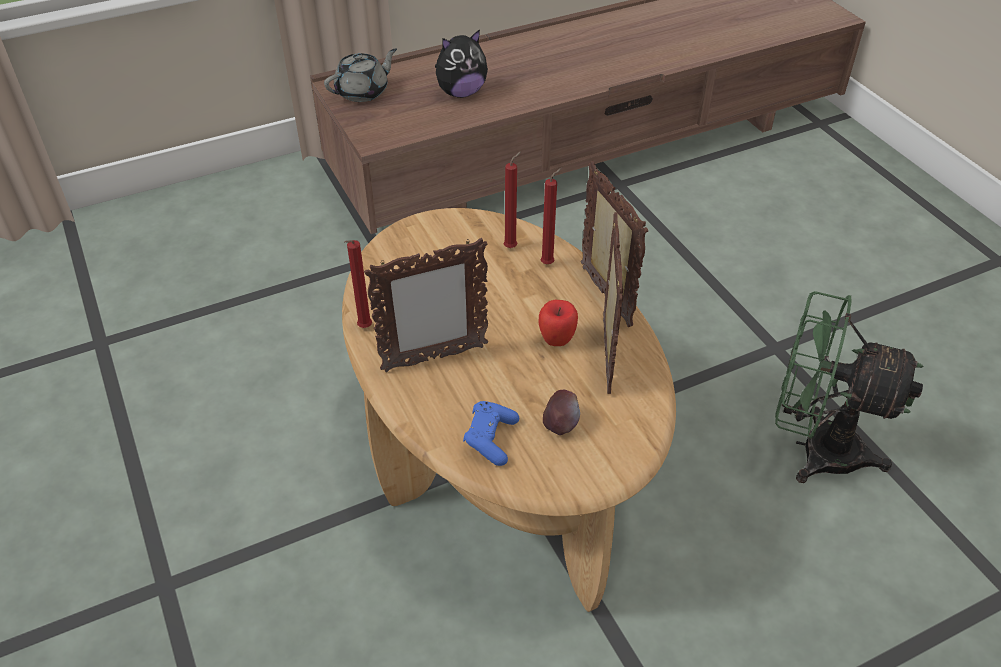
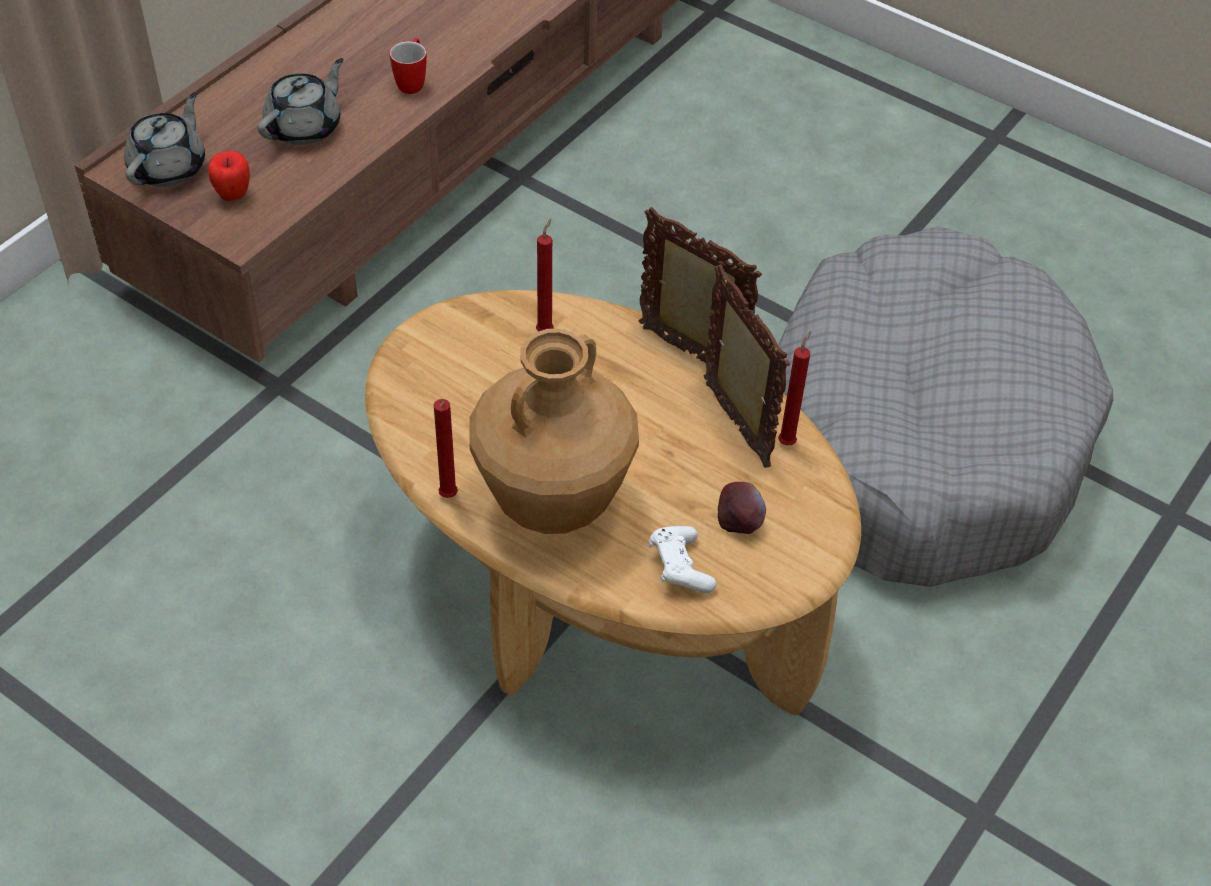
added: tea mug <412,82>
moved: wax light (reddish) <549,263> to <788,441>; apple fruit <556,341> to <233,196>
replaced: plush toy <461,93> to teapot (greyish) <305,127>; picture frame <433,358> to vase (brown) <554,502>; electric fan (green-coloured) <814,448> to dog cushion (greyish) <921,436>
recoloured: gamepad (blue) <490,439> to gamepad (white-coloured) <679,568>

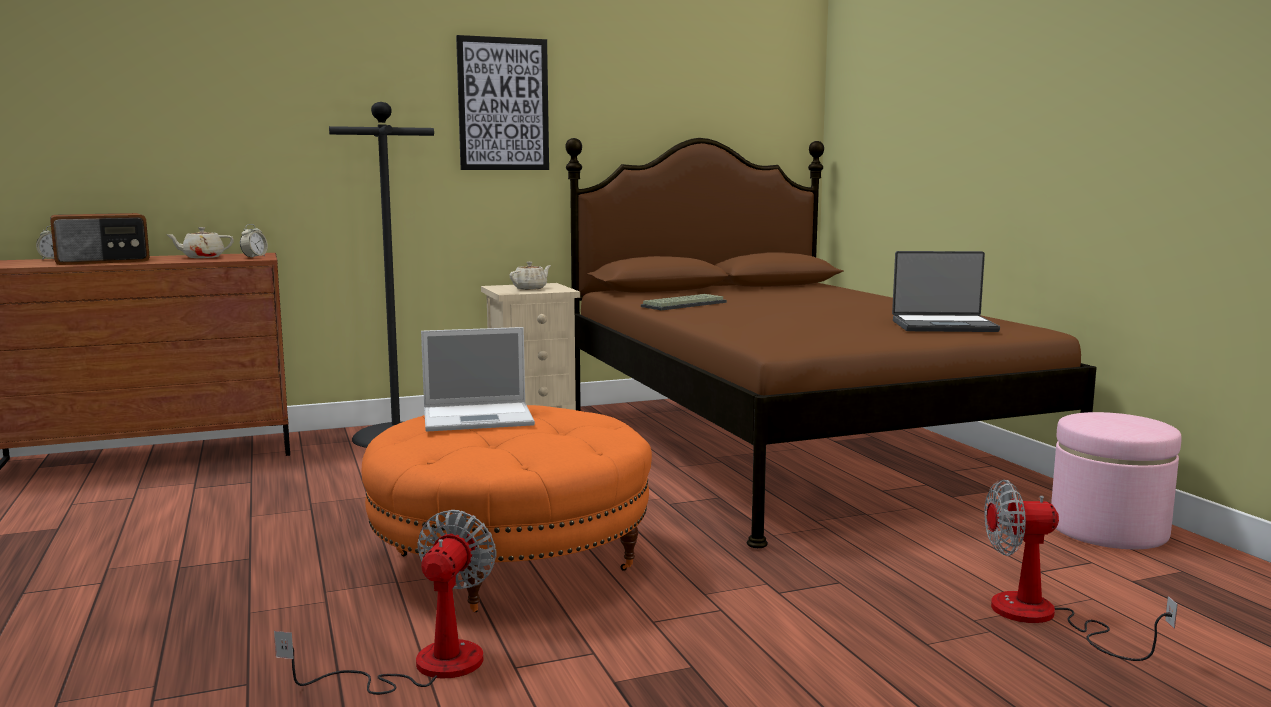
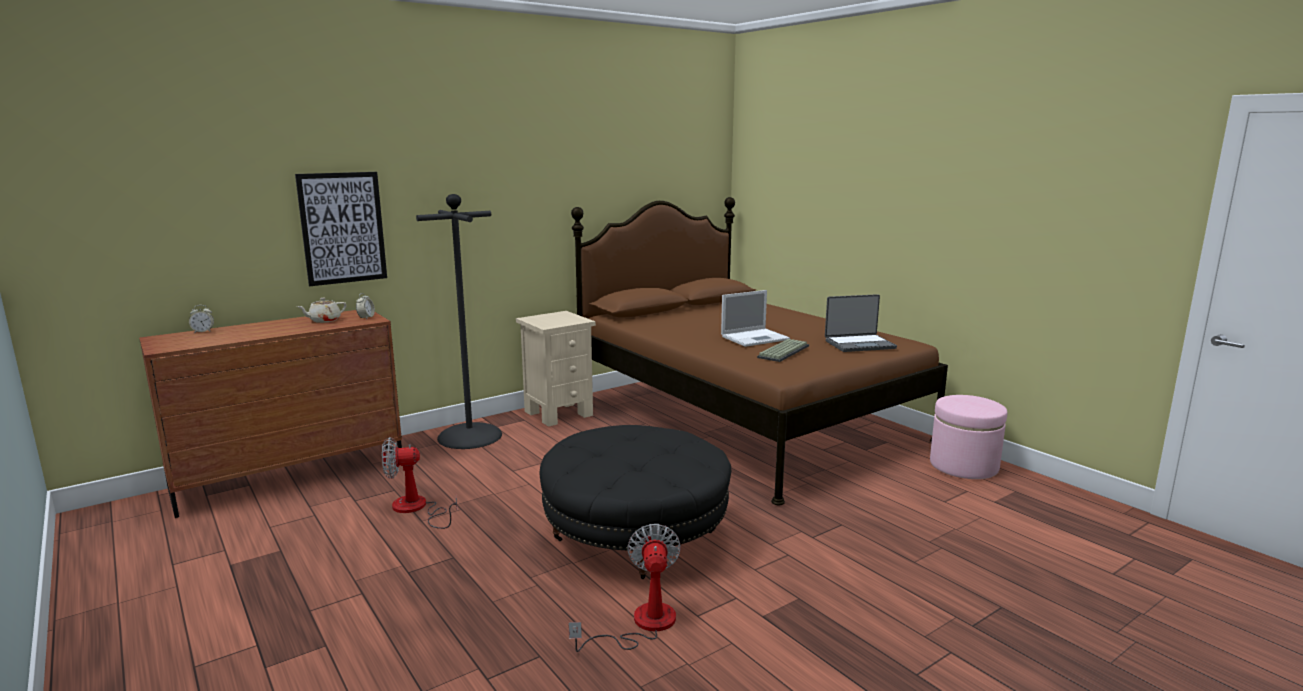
removed: radio set <103,261>; teapot (beige) <530,288>
moved: wall picture <503,104> to <342,228>; keyboard <684,304> to <783,351>; notebook computer <480,417> to <755,338>; electric fan <1044,618> to <416,509>
recoloured: pouffe (orangey) <511,563> to pouffe (black) <635,537>

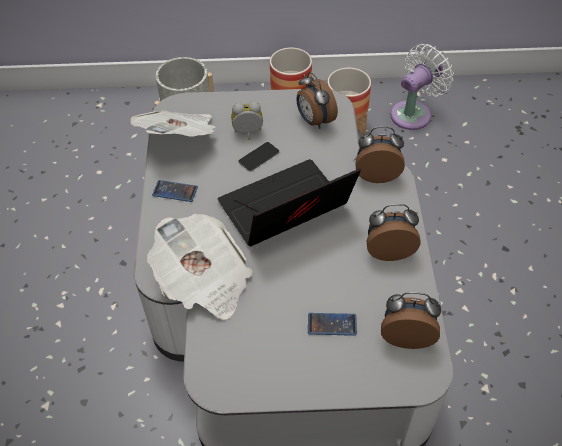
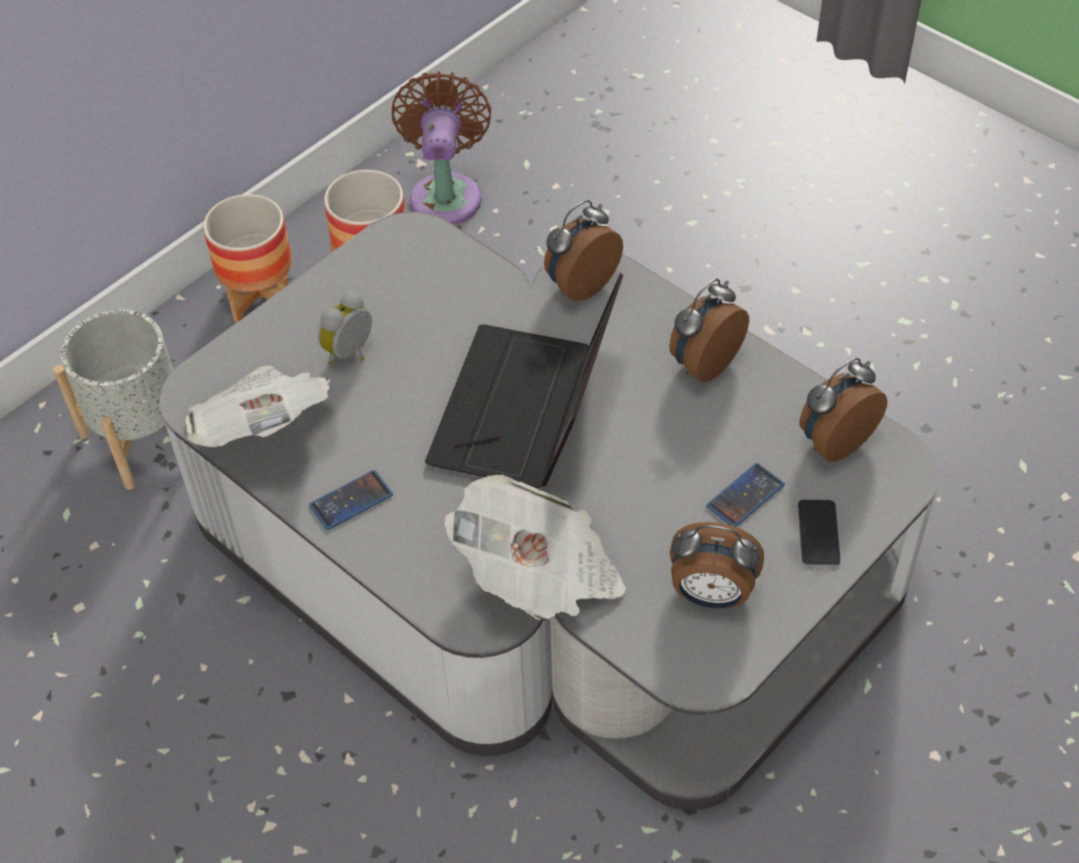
moved: bedside clock <314,121> to <711,595>; telephone <259,157> to <818,533>
recoloured: electric fan (white-coloured) <413,113> to electric fan (brown) <446,193>

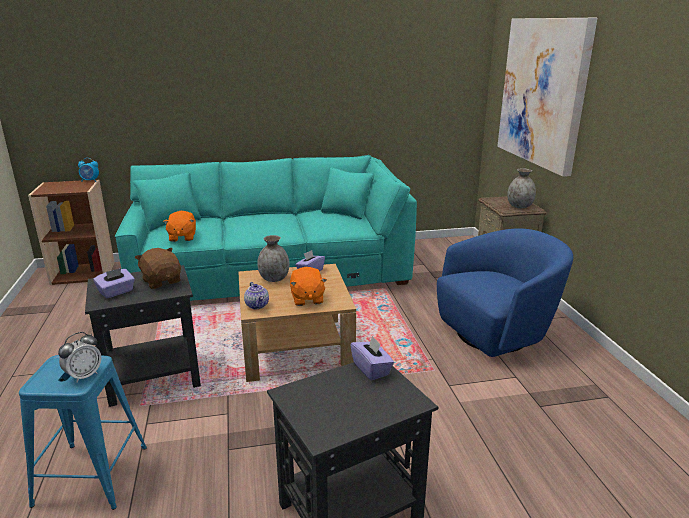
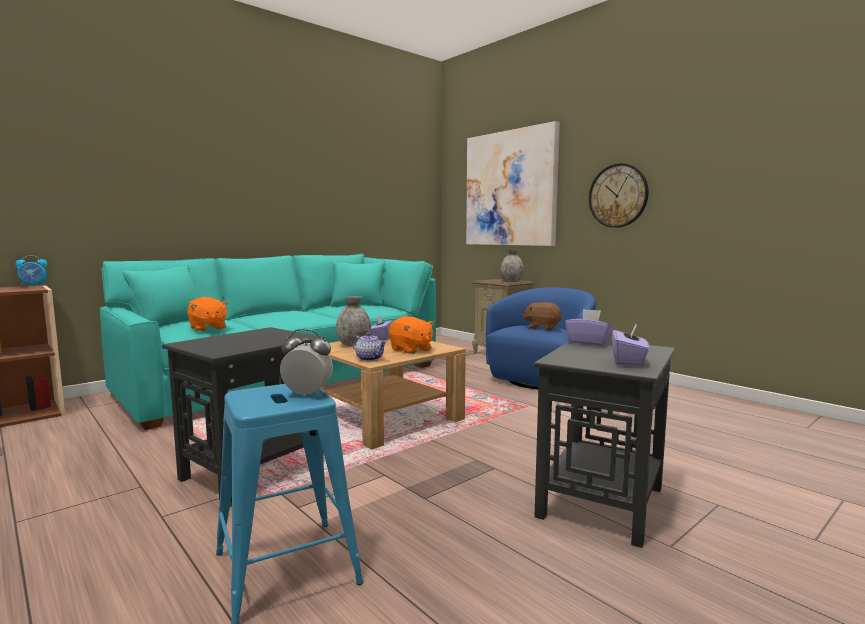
added: hanging clock <618,196>
moved: plush toy (brown) <162,281> to <542,328>; tissue holder (purple-coloured) <116,292> to <628,362>
turned: bedside clock <84,376> = <307,394> 90 degrees counterclockwise

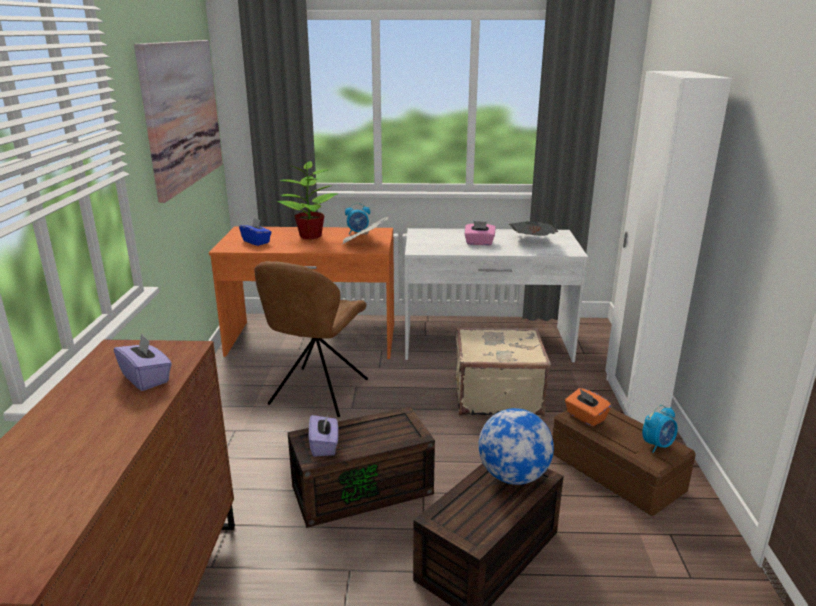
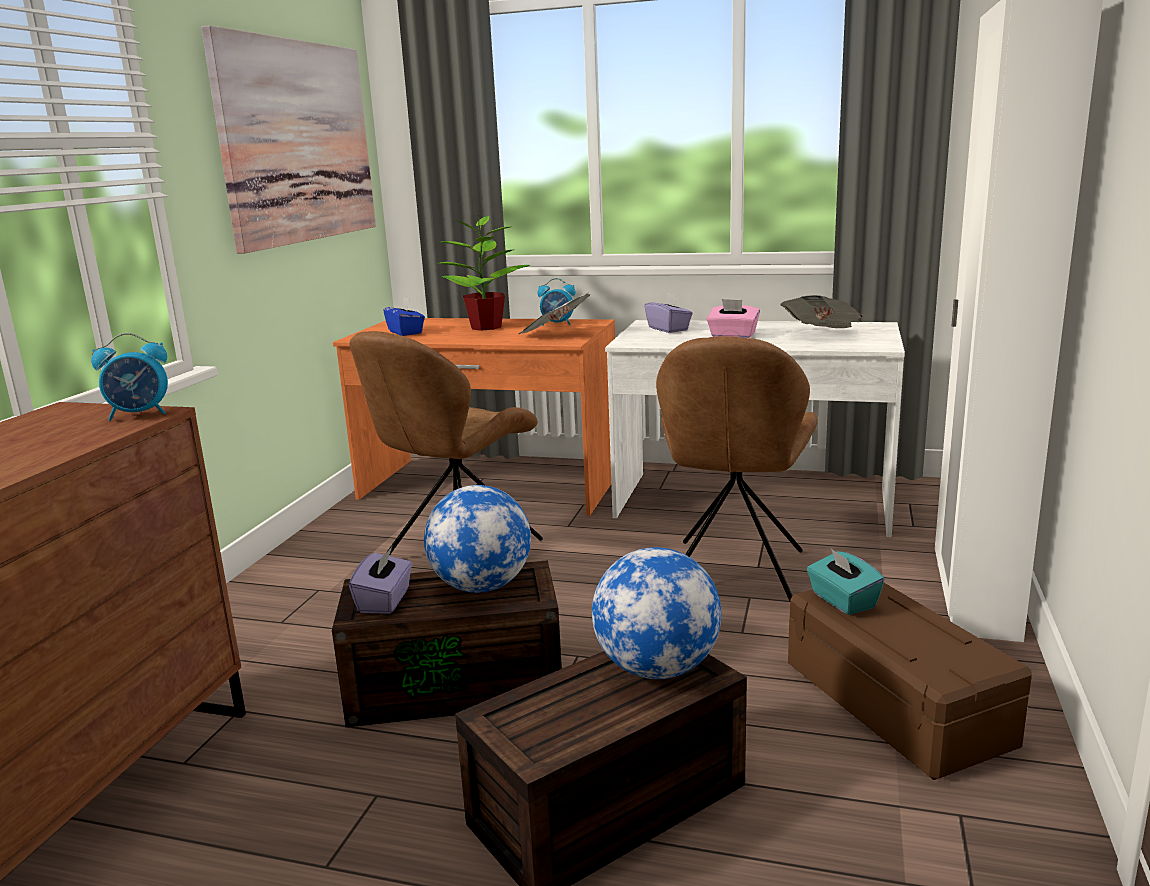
added: desk globe <481,586>
moved: tissue holder (purple-coloured) <146,378> to <668,329>; bedside clock <657,445> to <140,415>
replaced: piece of luggage (beige) <496,396> to chair (brown) <734,576>
recoloured: tissue holder (orangey) <585,417> to tissue holder (turquoise-coloured) <842,601>

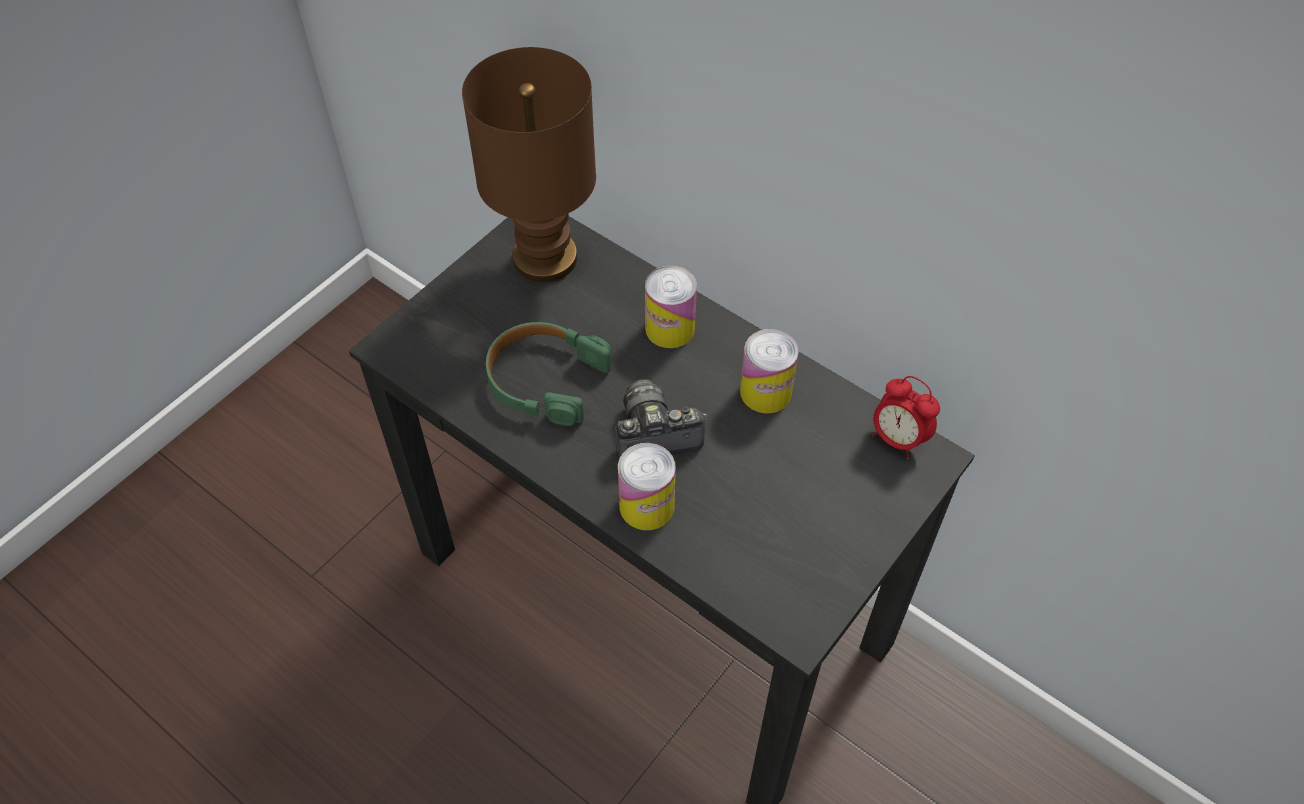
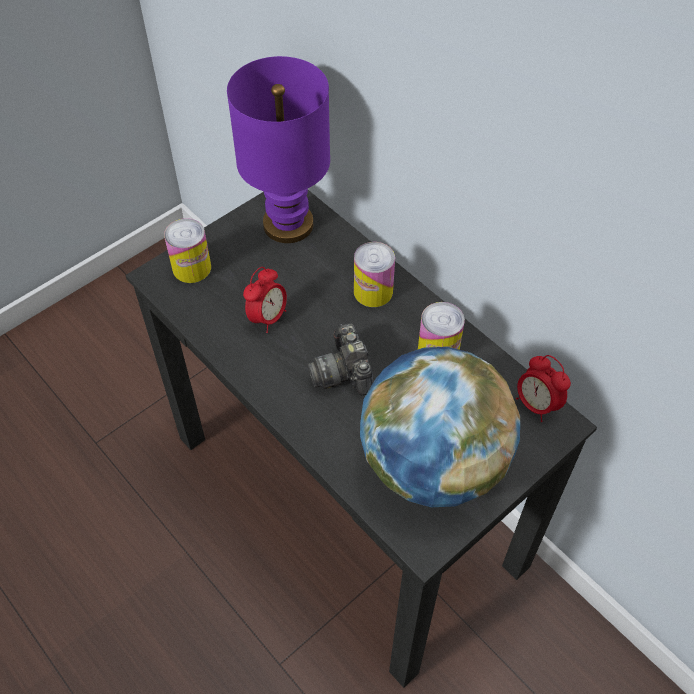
added: desk globe <432,464>
moved: sealed can <646,506> to <192,268>
replaced: headset (green-coloured) <545,379> to bedside clock <268,318>
recoloured: lamp for a table (brown) <543,258> to lamp for a table (purple-coloured) <287,224>
turned: still camera <655,434> = <343,372> 105 degrees counterclockwise

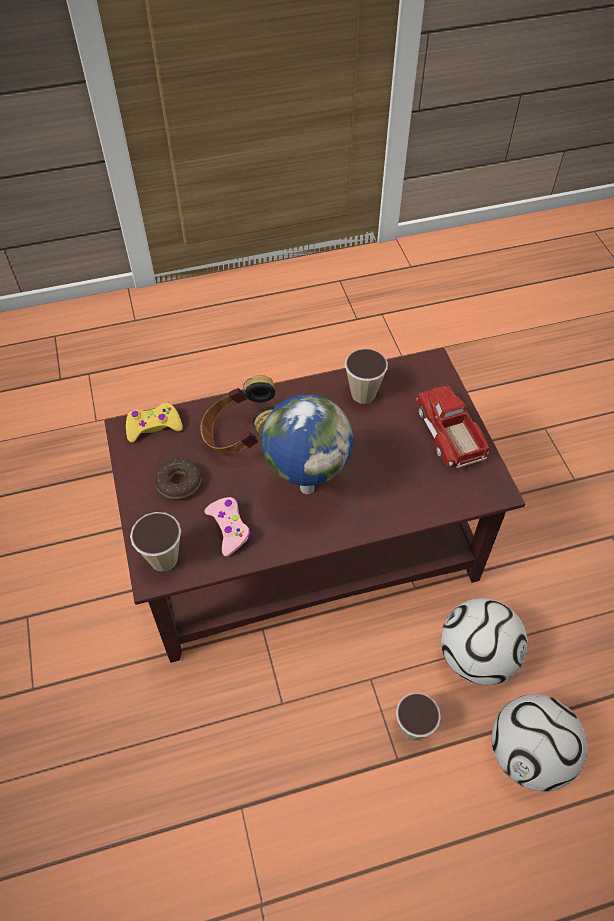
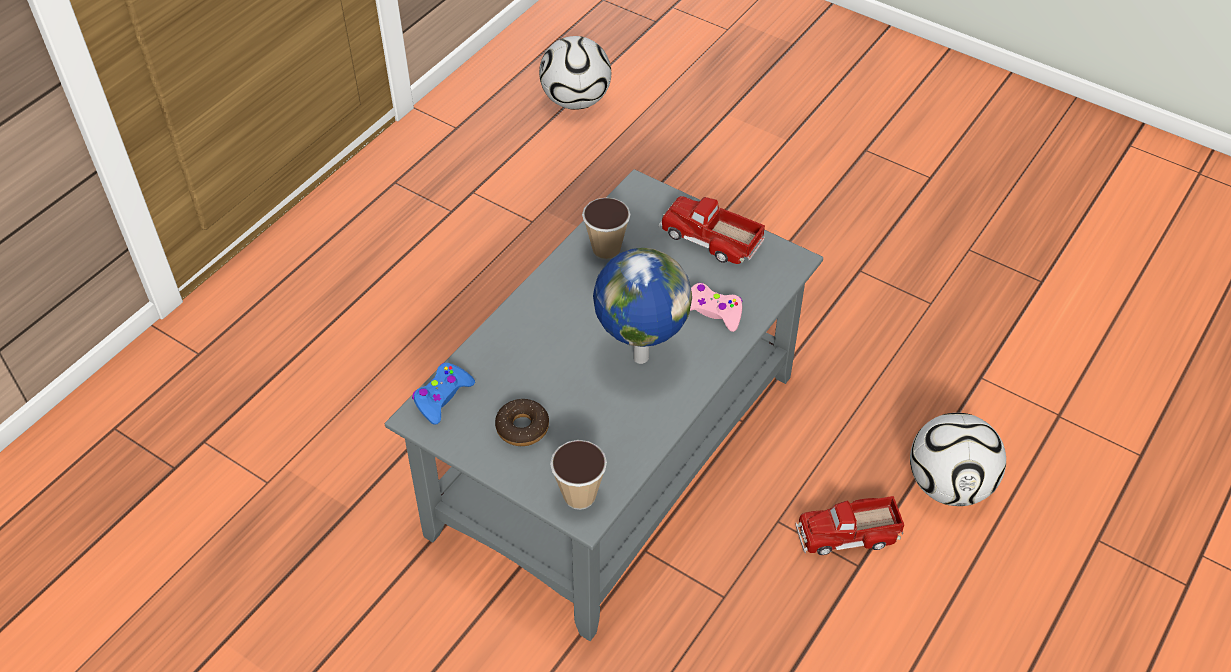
removed: headset <241,436>
moved: gamepad (pinkish) <229,528> to <712,312>; football ball <476,657> to <576,101>
replaced: drinking cup <413,728> to toy lorry <847,533>
recoloured: coffee table (brown) <304,549> to coffee table (greyish) <614,457>; gamepad (yellowish) <153,426> to gamepad (blue) <442,397>

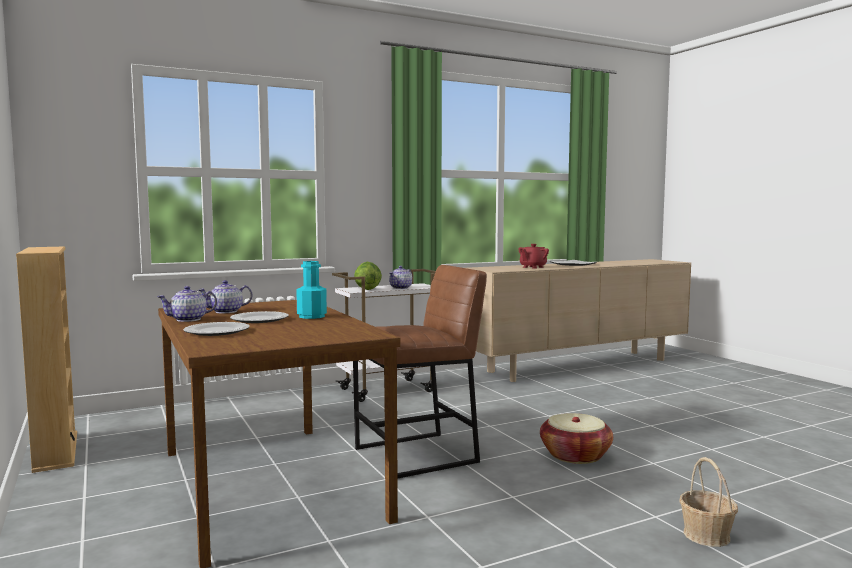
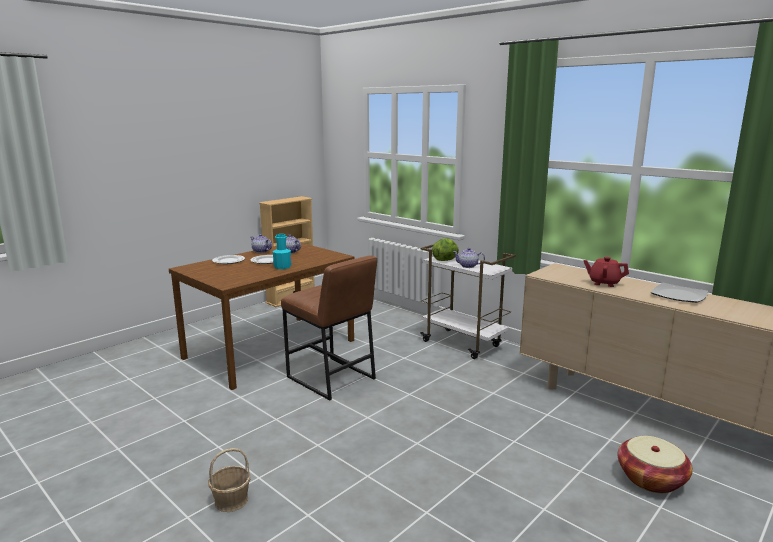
moved: household basket <575,455> to <651,479>

